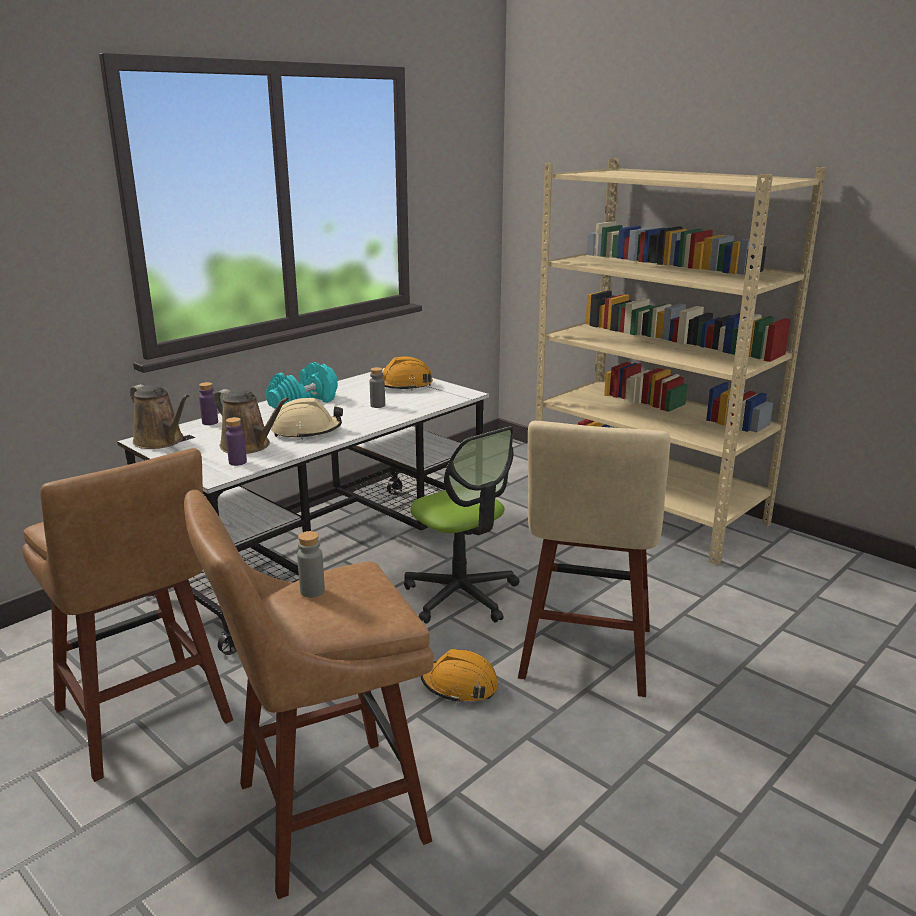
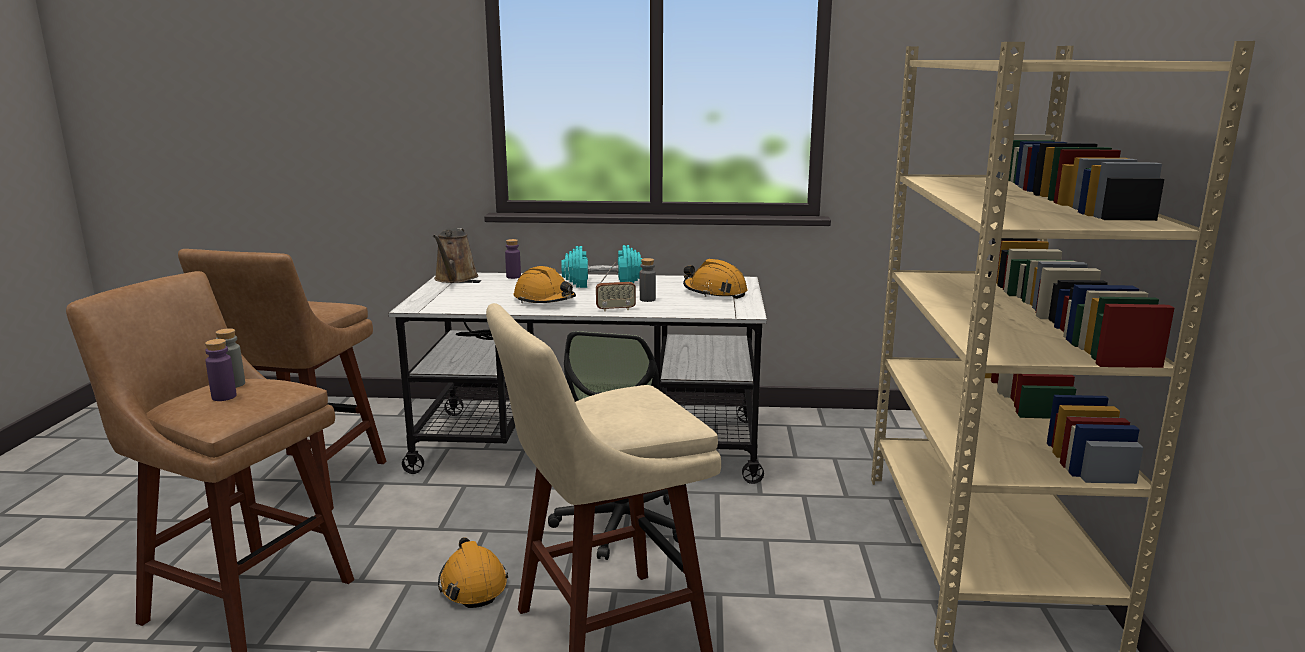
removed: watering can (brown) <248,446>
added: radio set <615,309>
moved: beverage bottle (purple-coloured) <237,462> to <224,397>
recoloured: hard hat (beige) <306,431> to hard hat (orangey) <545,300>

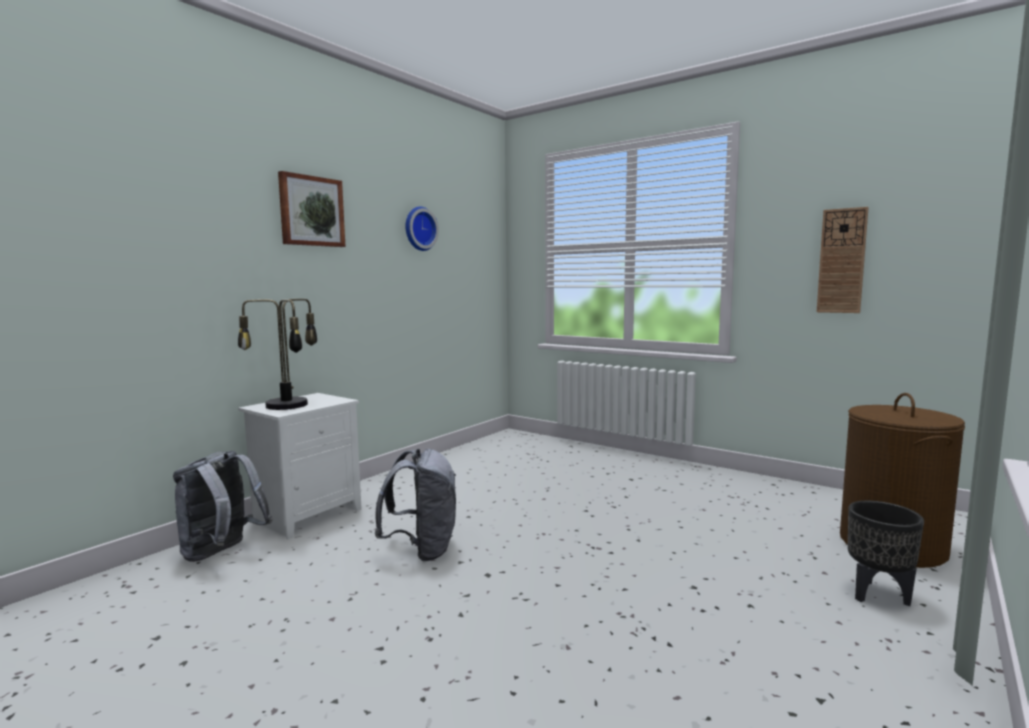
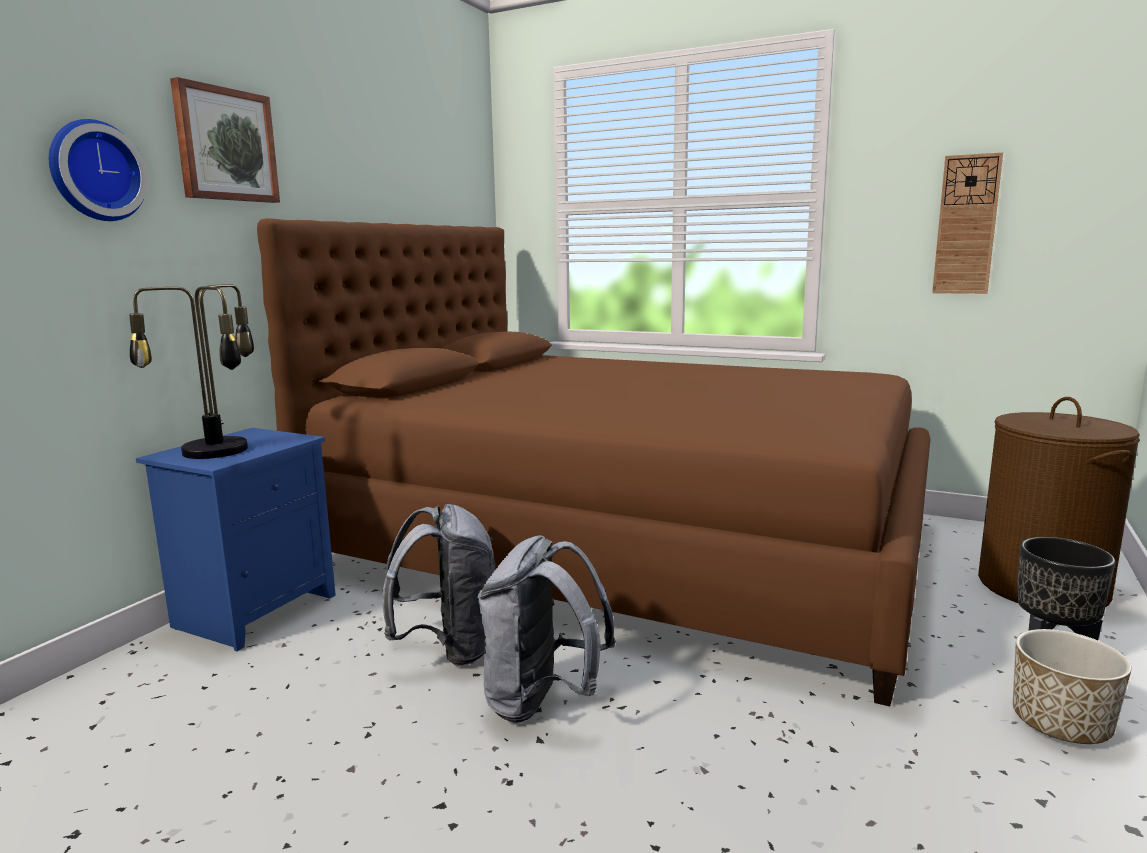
added: bed (brown) <623,543>; planter <1060,724>
moved: hanging clock <419,229> to <95,171>; backpack (greyish) <222,553> to <542,701>
recoloured: nightstand (white-coloured) <308,514> to nightstand (blue) <255,610>

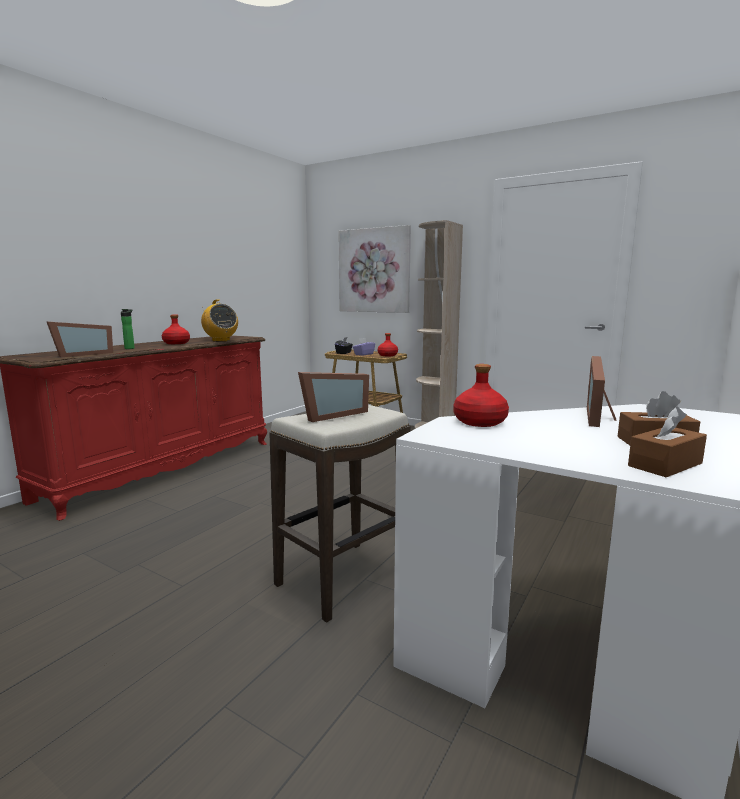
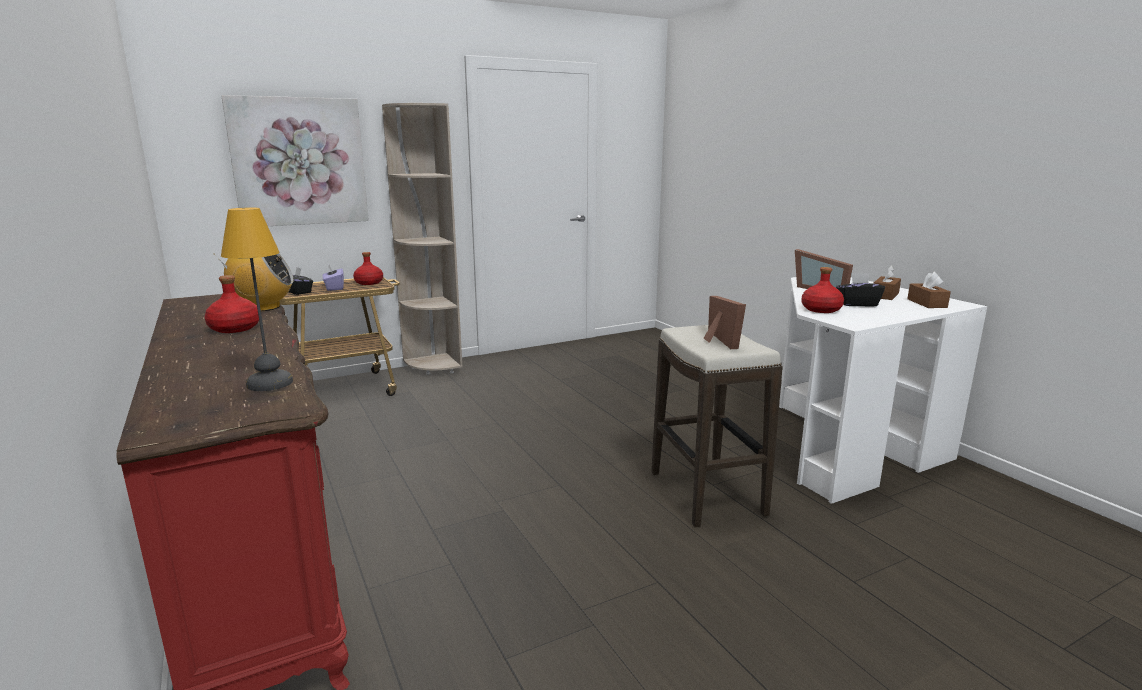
removed: beverage bottle <130,348>
added: tissue holder (black) <857,304>
replaced: picture frame <82,354> to lamp for a table <268,383>

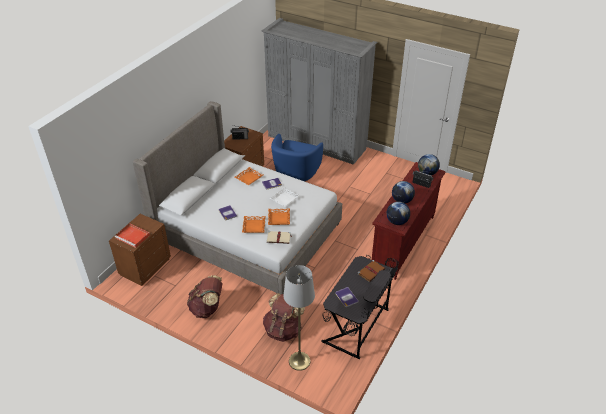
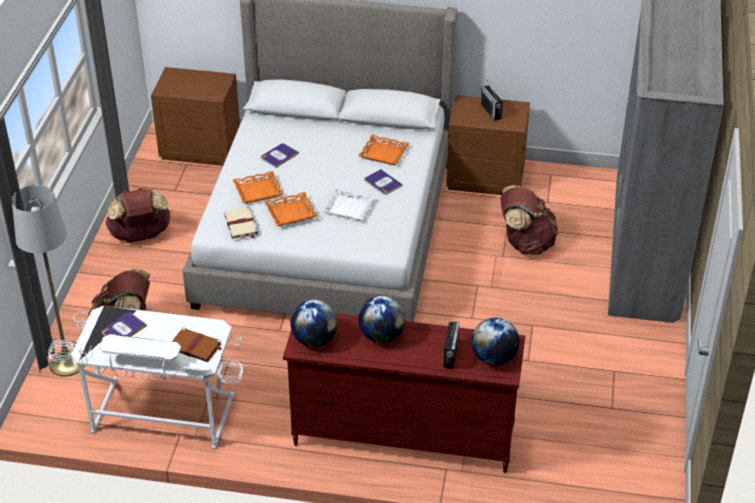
removed: serving tray (reddish) <133,236>
replaced: easy chair (blue) <296,173> to backpack (brown) <525,243>
recoloured: desk (black) <358,326> to desk (white-coloured) <161,417>

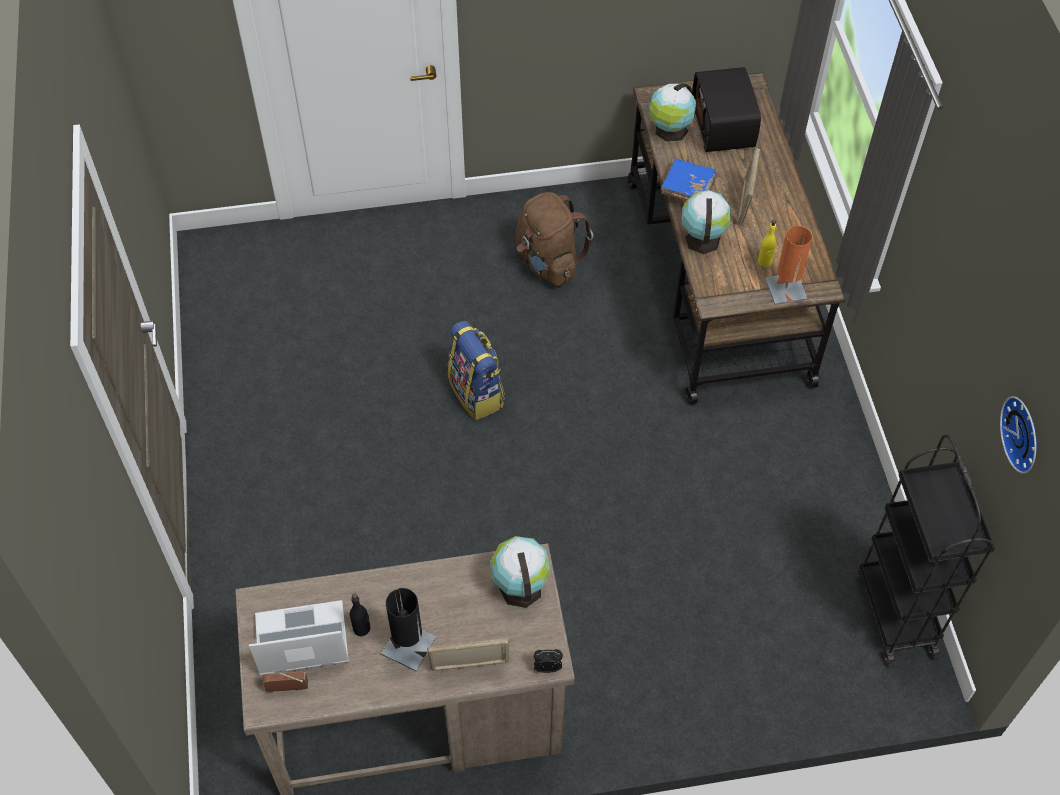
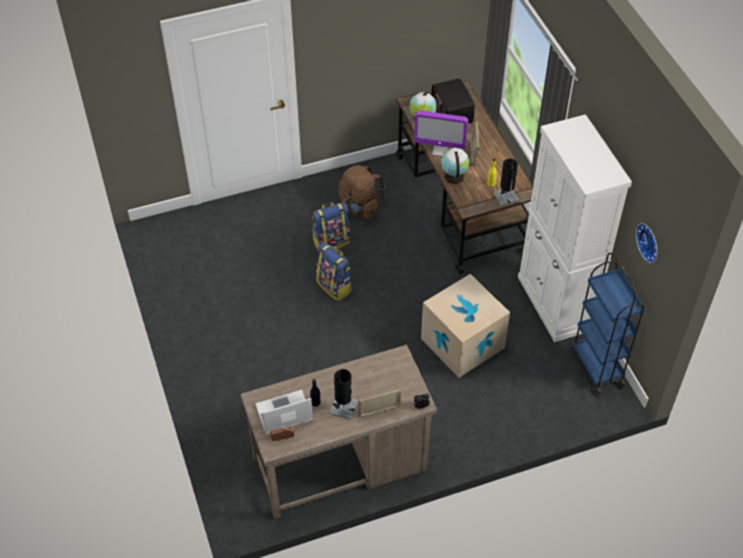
removed: desk globe <520,586>
added: storage cabinet (white-coloured) <555,303>; backpack <331,241>; cardboard box <462,343>
replaced: book (blue) <687,189> to computer display <439,150>
recoloured: lamp for a table (orangey) <785,289> to lamp for a table (black) <506,196>; wheeled cart (black) <896,612> to wheeled cart (blue) <597,367>

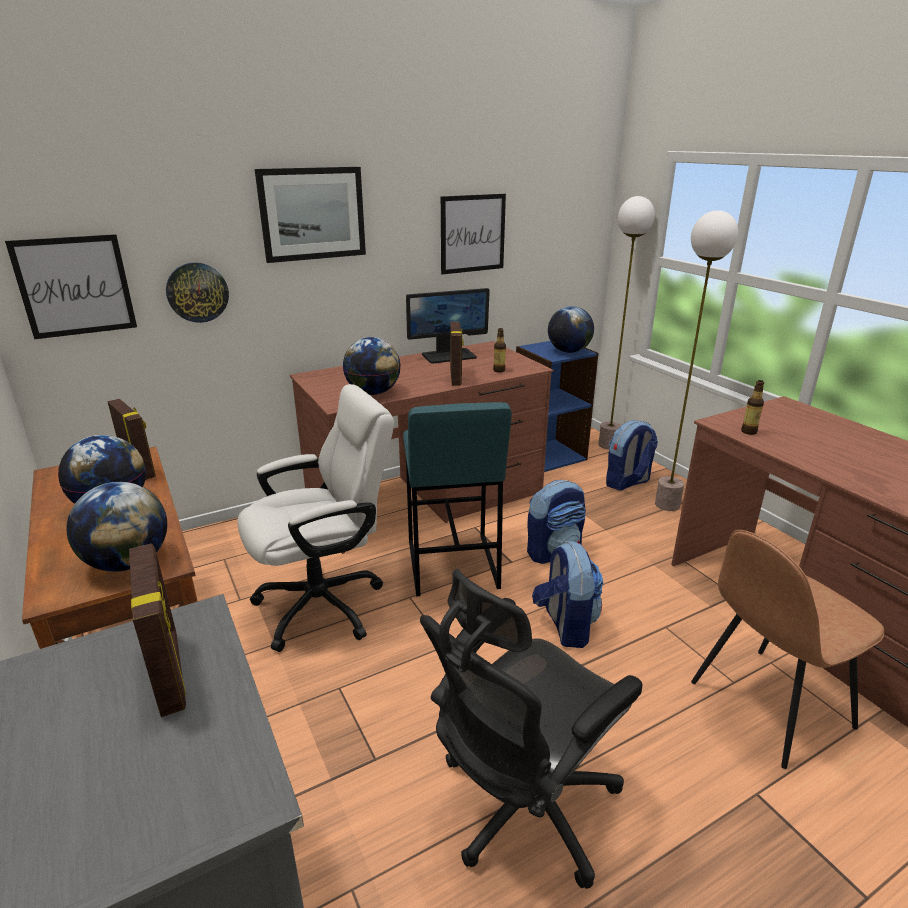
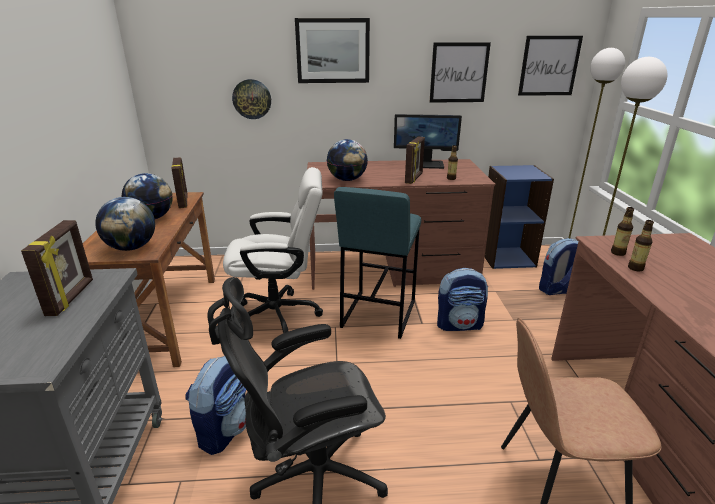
removed: desk globe <568,351>
added: beverage bottle <635,268>
moved: wall picture <75,286> to <549,66>; backpack <565,625> to <224,430>

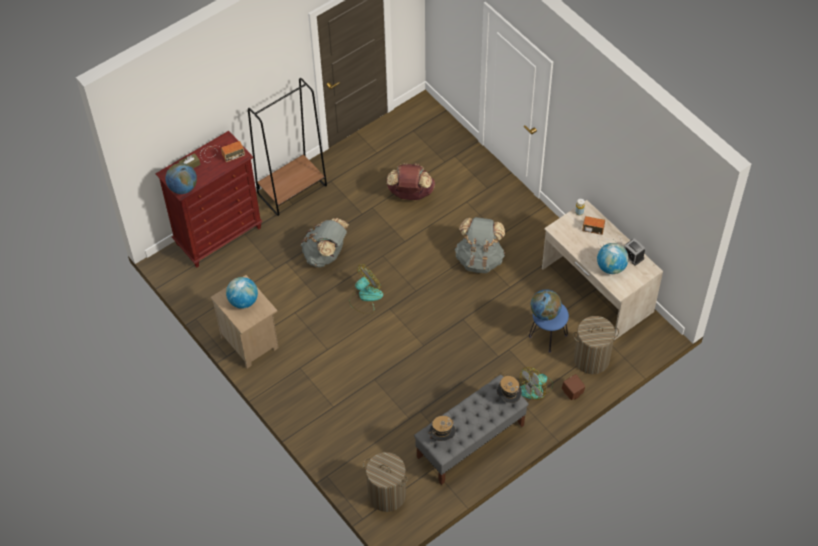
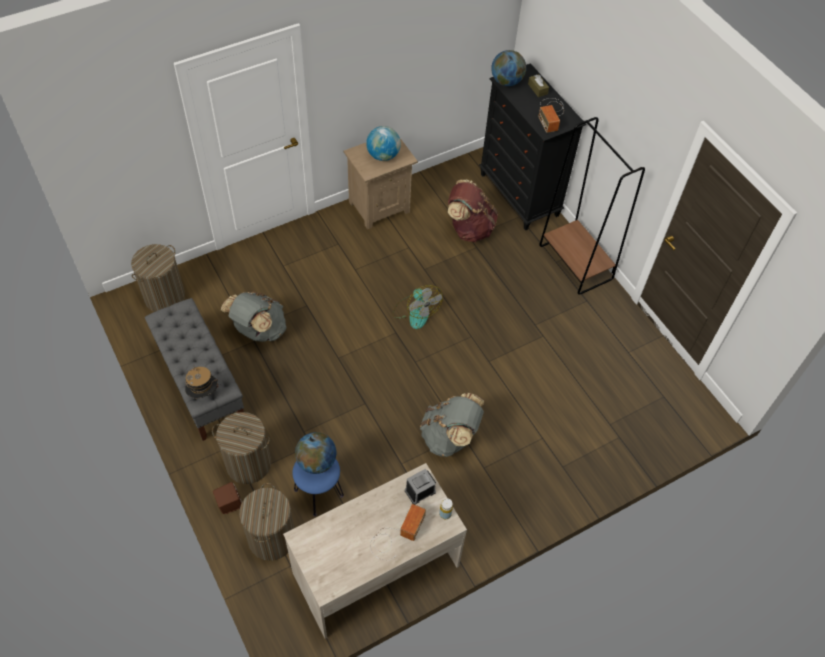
removed: desk globe <611,267>; clothing hat <442,437>
moved: backpack (brown) <410,194> to <469,228>; backpack (greyish) <326,255> to <258,330>; bedside clock <633,256> to <420,491>
replaced: electric fan <535,388> to washing basket <248,463>
recoloured: drawer chest (reddish) <219,235> to drawer chest (black) <519,195>

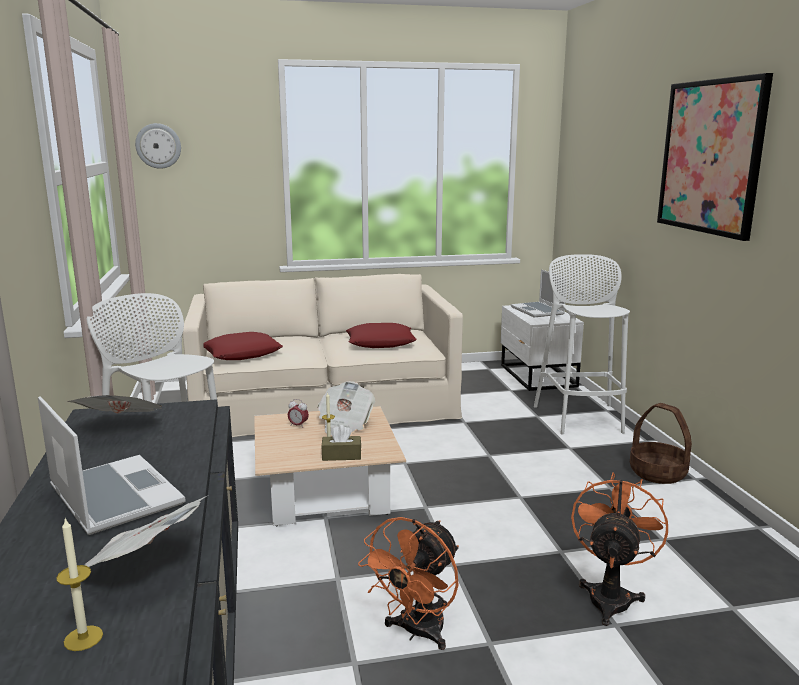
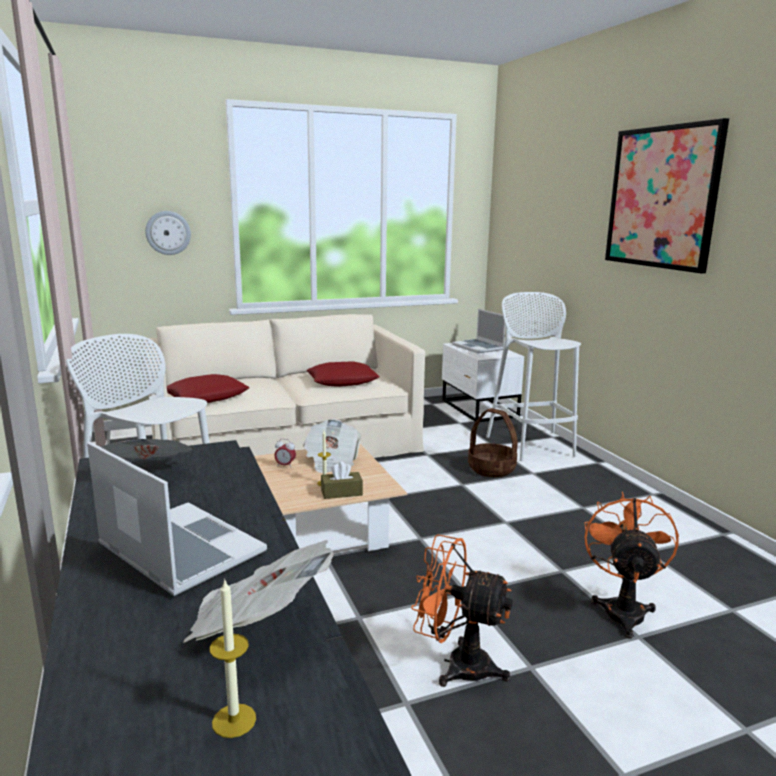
moved: hanging clock <158,146> to <168,233>; household basket <658,473> to <492,469>
turned: electric fan (orangey) <417,633> = <457,664> 90 degrees clockwise

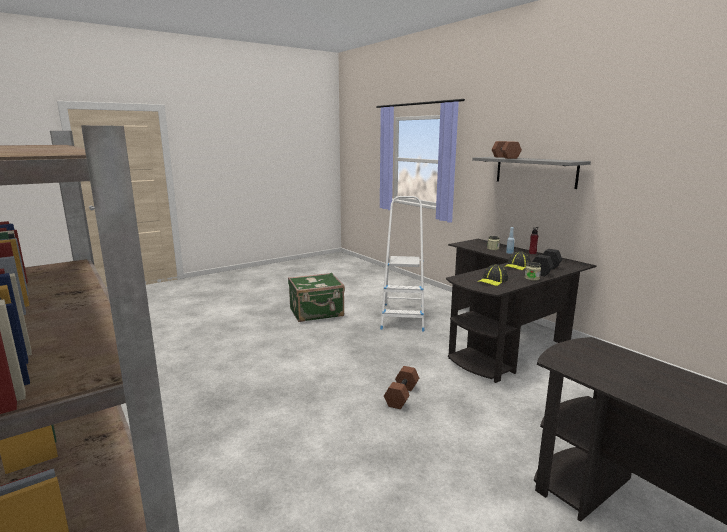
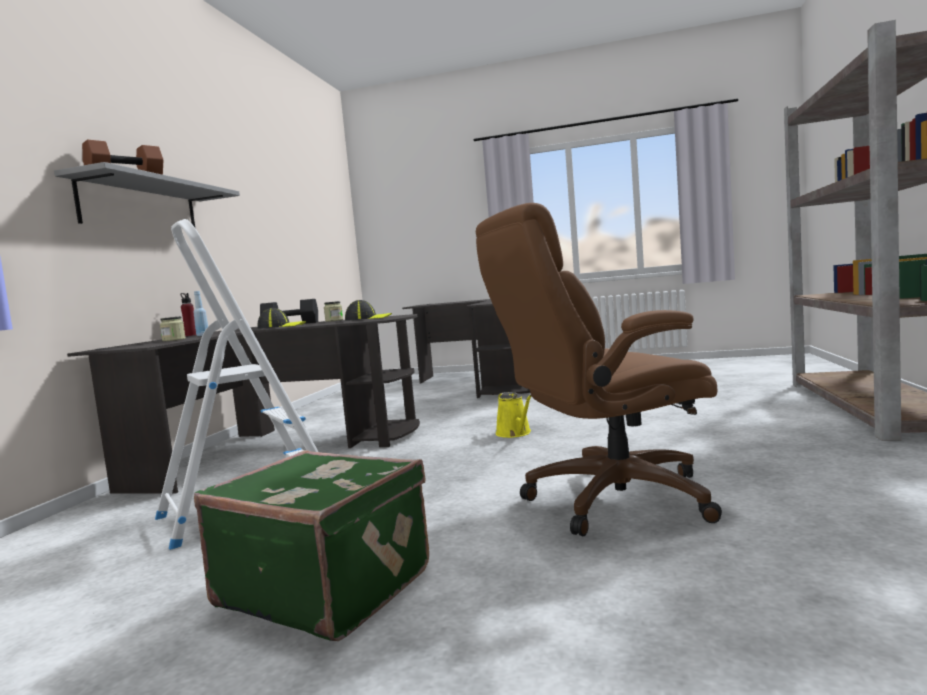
added: computer chair (brown) <605,500>
replaced: hand weight (brown) <402,396> to watering can (yellowish) <515,433>

